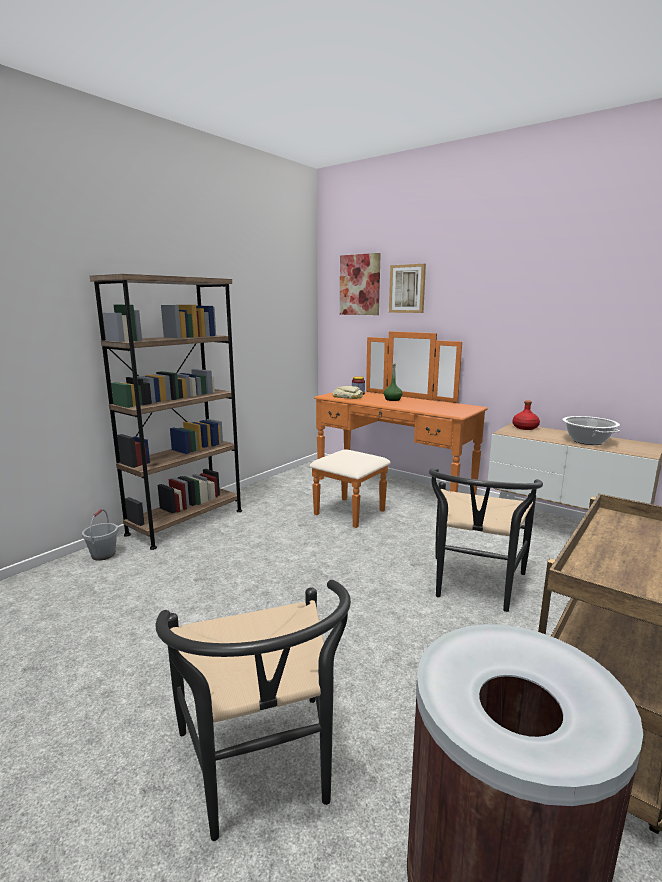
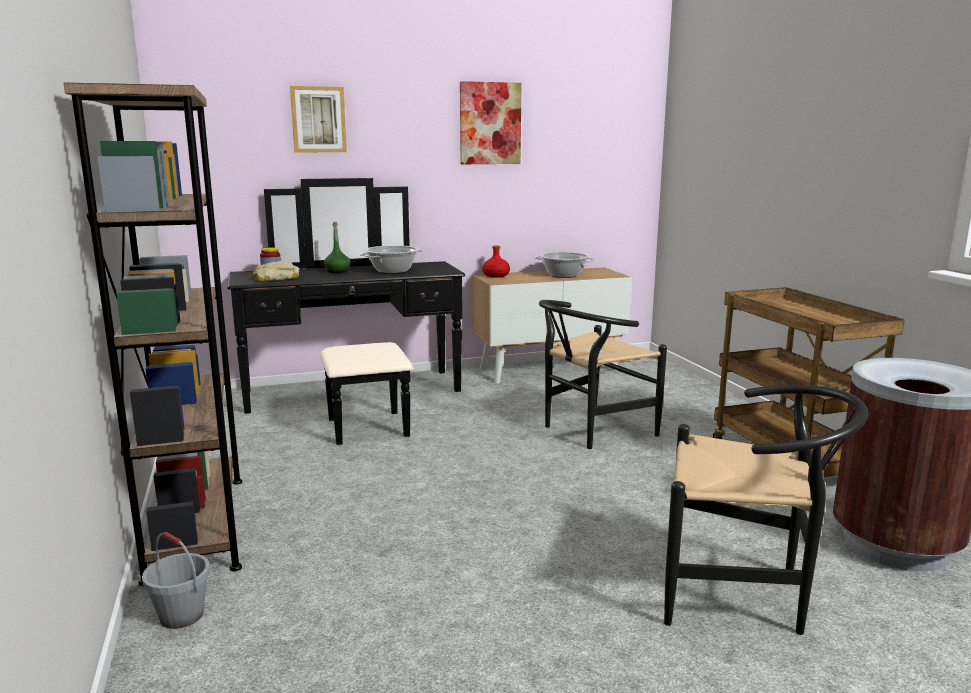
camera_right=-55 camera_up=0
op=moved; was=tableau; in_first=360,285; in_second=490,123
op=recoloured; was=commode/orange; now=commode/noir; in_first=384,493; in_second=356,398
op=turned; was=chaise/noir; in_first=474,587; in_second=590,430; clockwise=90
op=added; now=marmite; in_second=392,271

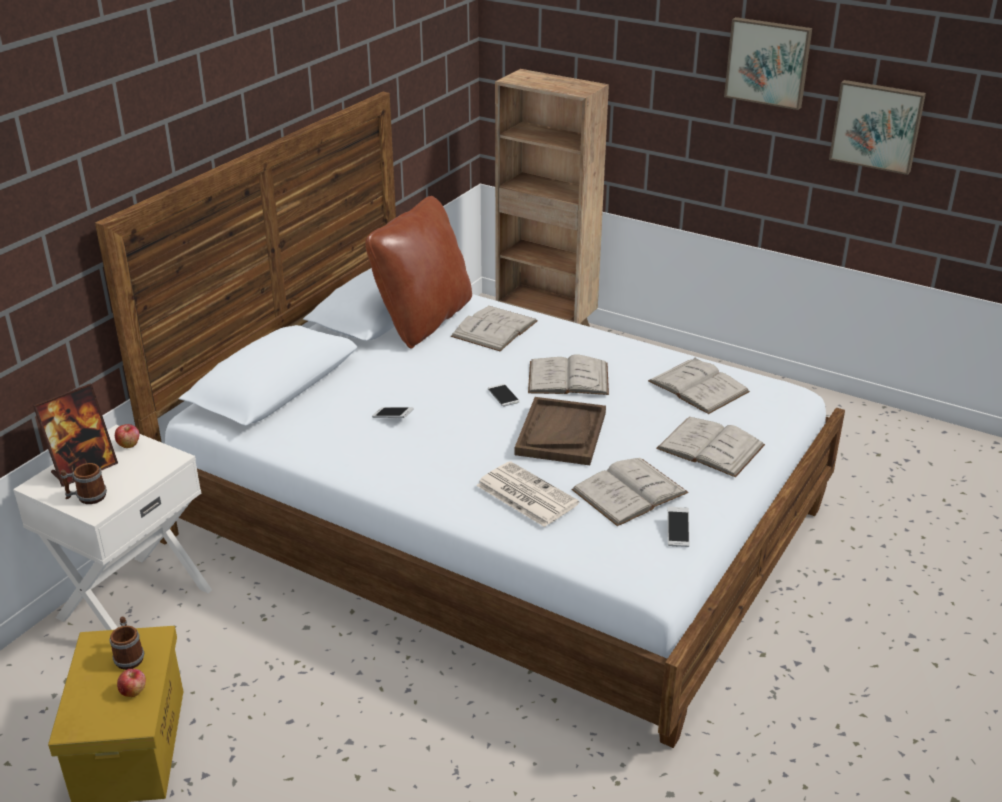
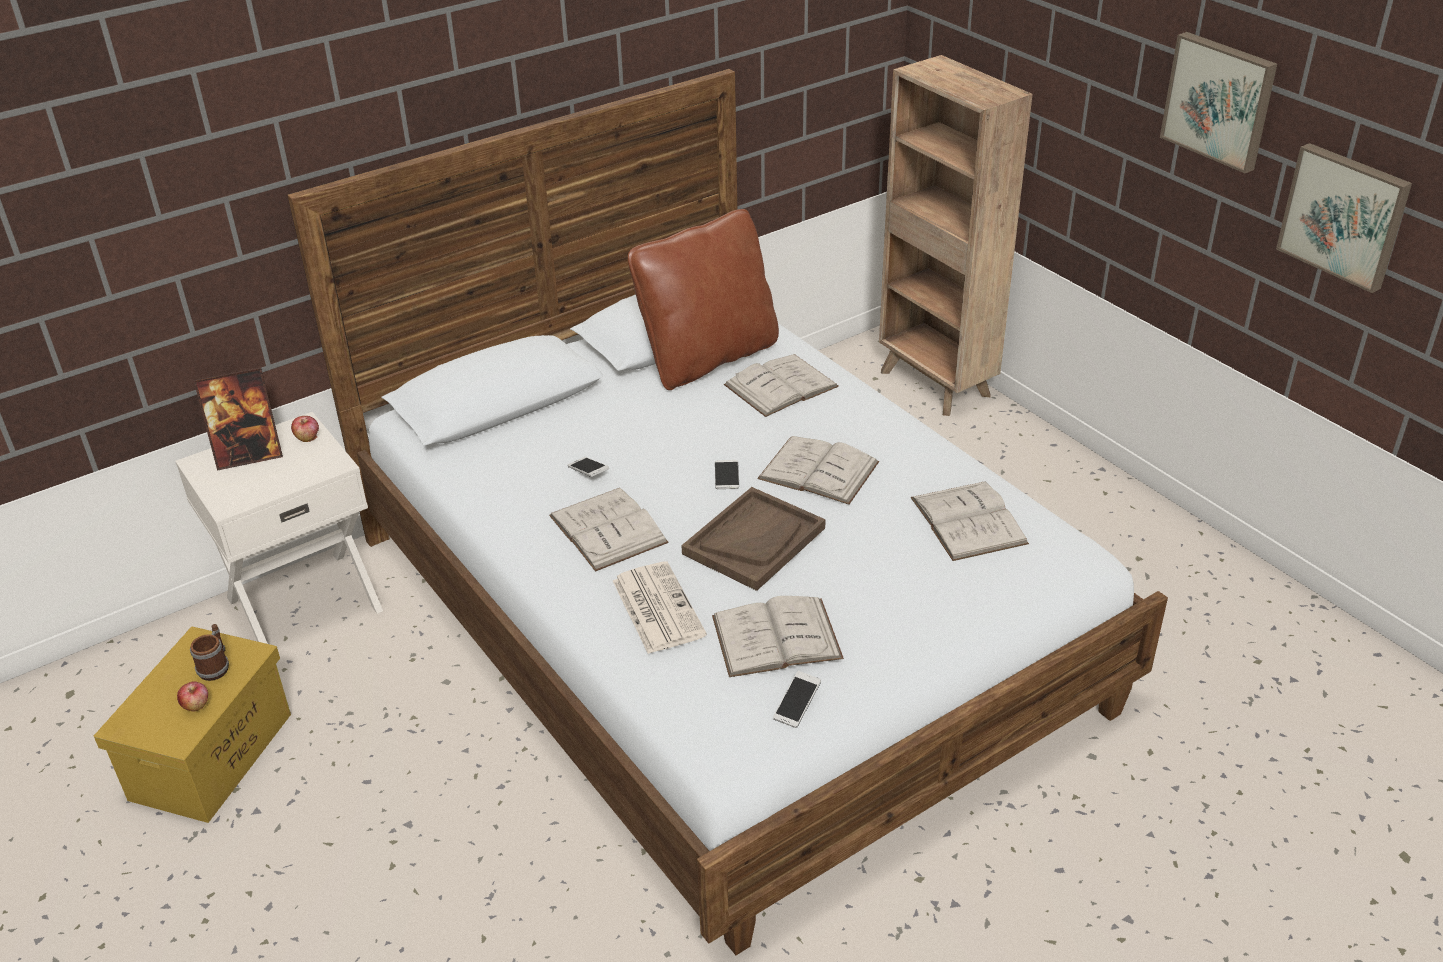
camera_right=25 camera_up=5
op=moved; was=livre/blanc; in_first=710,447; in_second=608,529
op=removed; was=mug; in_first=86,497

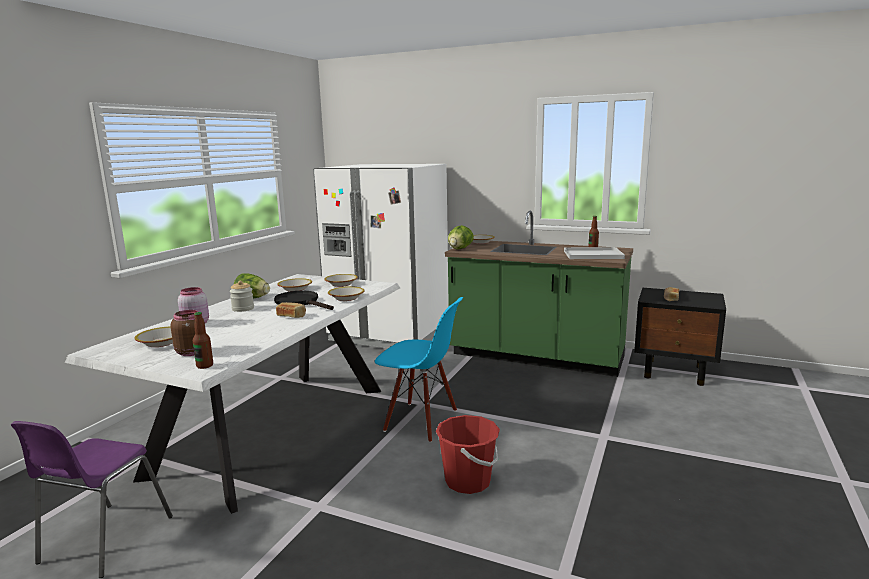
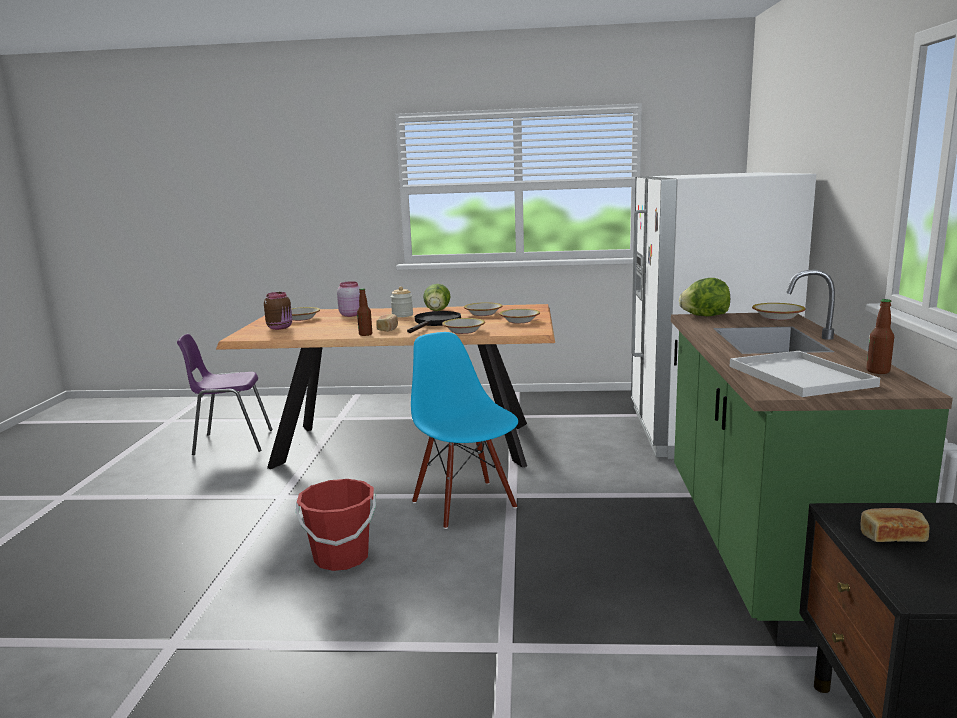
camera_right=70 camera_up=0
op=recoloured; was=table à manger/blanc; now=table à manger/marron; in_first=275,429; in_second=405,444
op=turned; was=chaise/bleu; in_first=421,421; in_second=465,504; clockwise=150
op=moved; was=bouteille; in_first=205,366; in_second=365,334

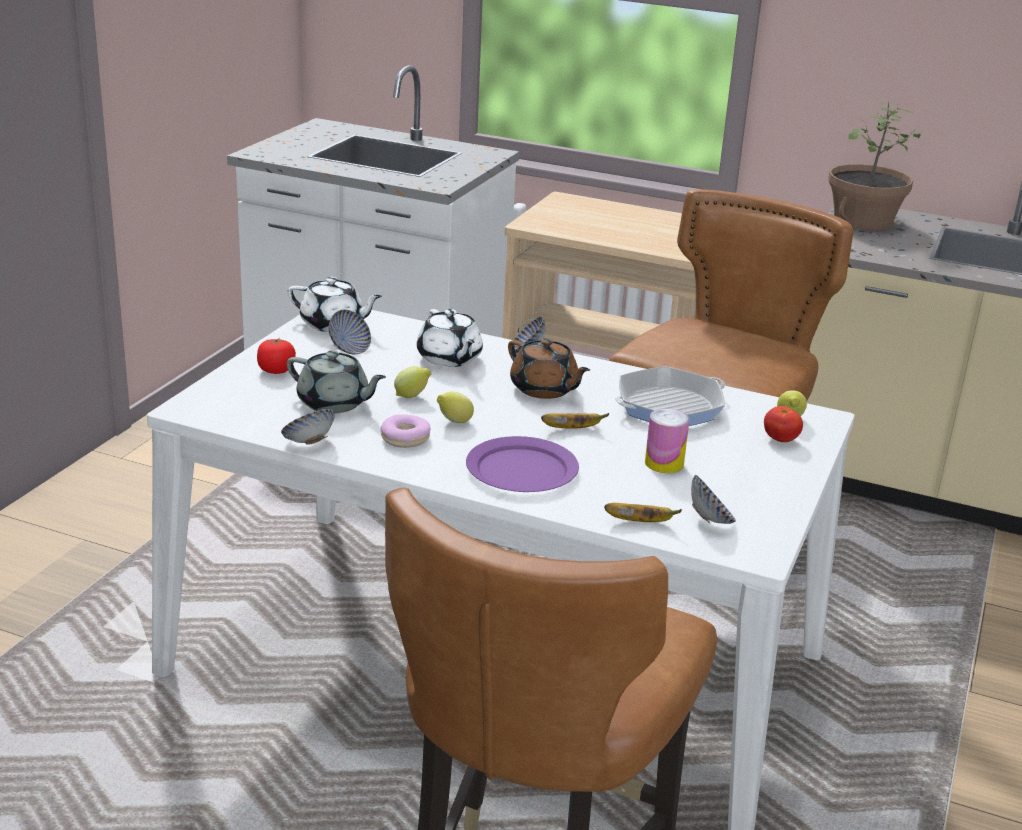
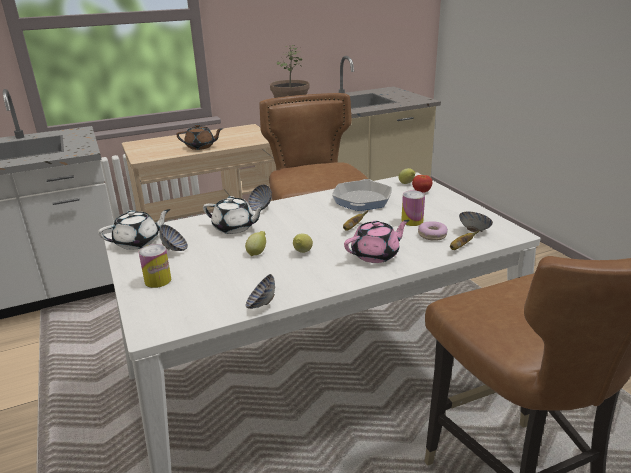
camera_right=-45 camera_up=0
op=replaced; was=tomate; now=boîte métallique; in_first=276,370; in_second=158,280
op=moved; was=théière/marron; in_first=544,389; in_second=201,147
op=removed; was=théière/gris; in_first=334,403
op=moved; was=beignet; in_first=405,438; in_second=432,235
op=replaced; was=assiette/violet; now=théière/rose; in_first=522,470; in_second=376,255

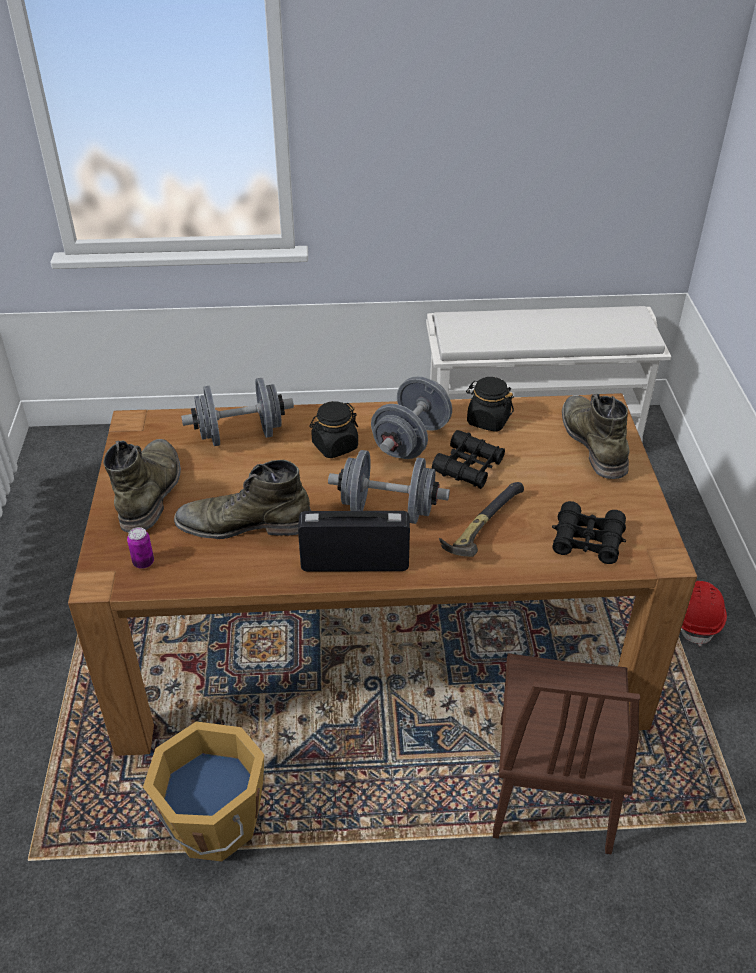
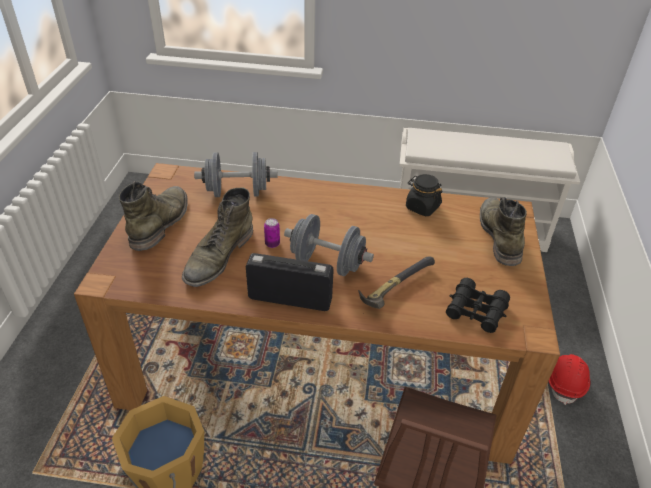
camera_right=10 camera_up=0
op=removed; was=haltère/gris; in_first=411,441
op=removed; was=bocal/noir; in_first=334,446
op=removed; was=jumelles/noir; in_first=468,467
op=turned; was=botte/vert; in_first=244,524; in_second=218,256; clockwise=-75
op=moved; was=boîte métallique; in_first=143,562; in_second=272,244

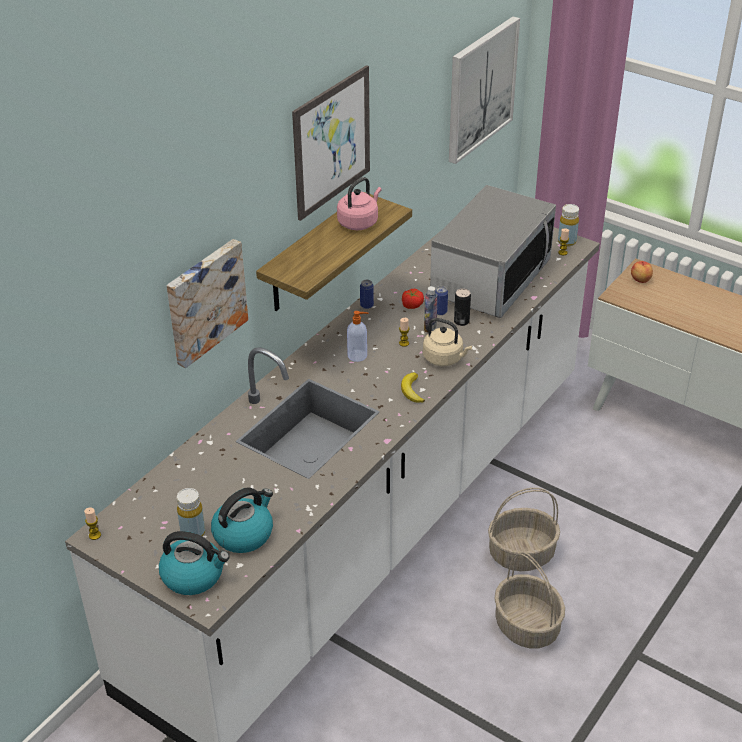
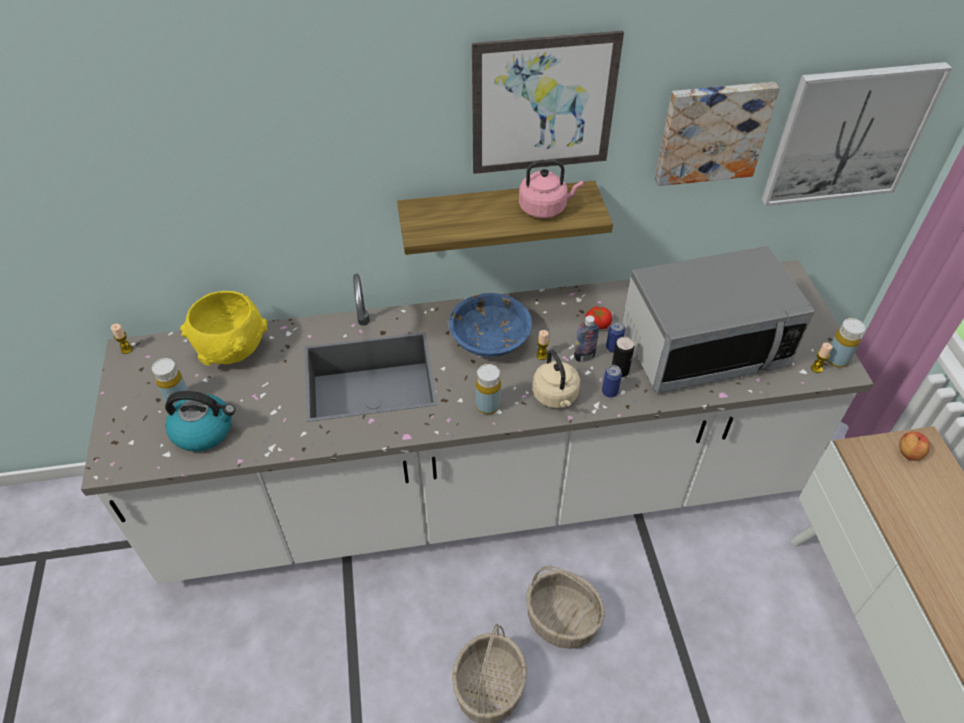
camera_right=45 camera_up=10
op=moved; was=tableau; in_first=204,301; in_second=712,132
op=moved; was=boîte métallique; in_first=366,305; in_second=609,392
op=replaced; was=distributeur de savon; now=bol/bleu; in_first=358,355; in_second=489,339
op=replaced; was=banane; now=bouteille/jaune; in_first=412,390; in_second=488,405
op=removed; was=bouilloire; in_first=194,575
op=added; now=bol/jaune; in_second=233,349

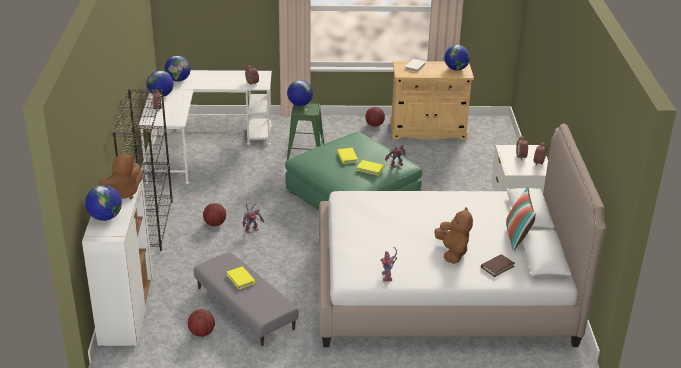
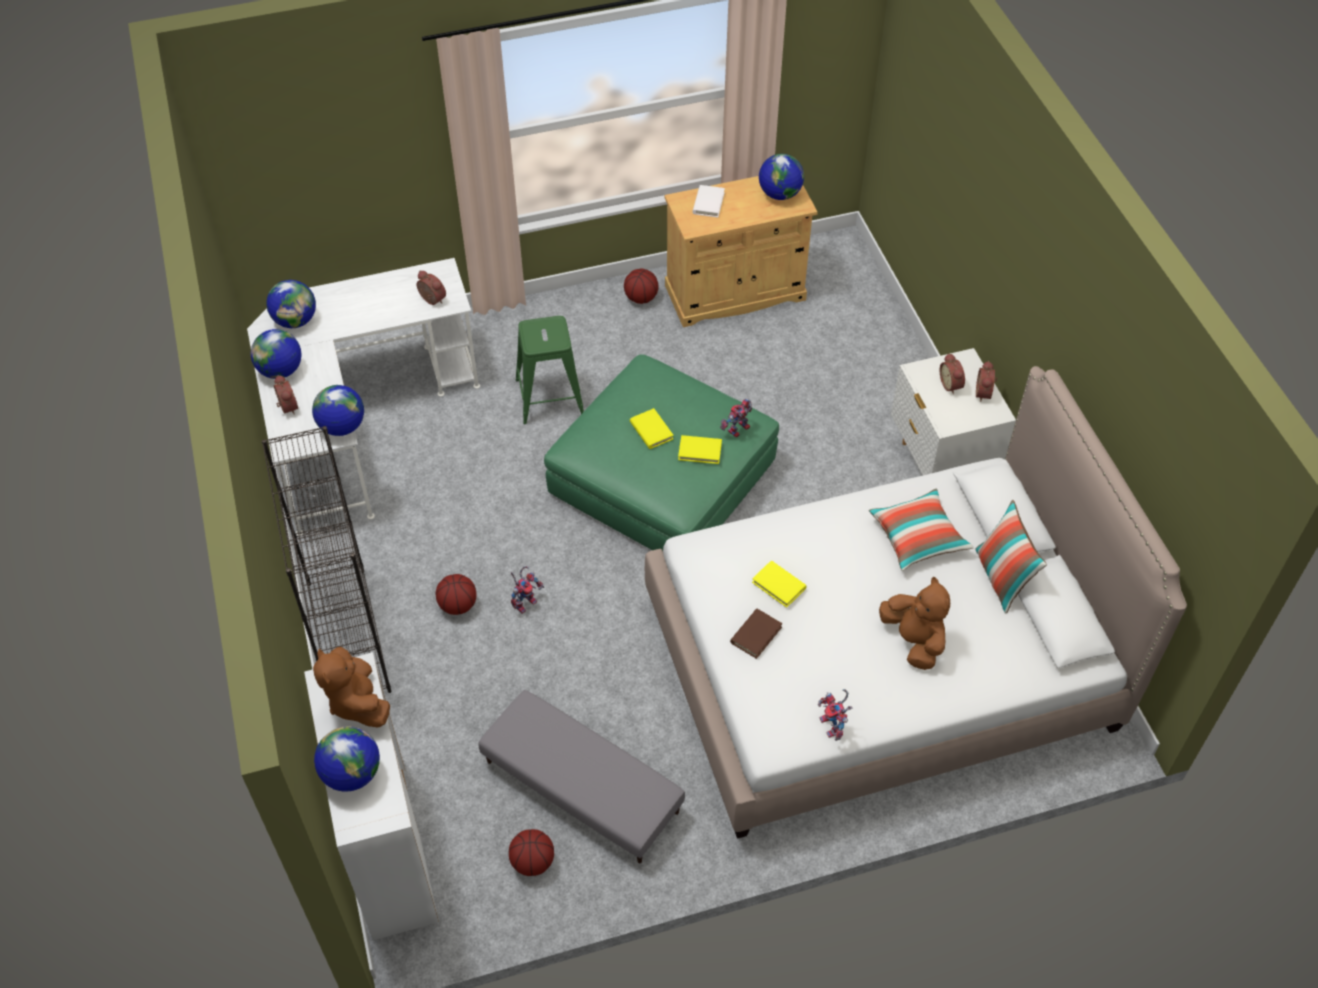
camera_right=-15 camera_up=20
op=moved; was=globe; in_first=300,104; in_second=342,427
op=turned; was=peluche/marron; in_first=123,193; in_second=357,702; clockwise=120
op=moved; was=livre/marron; in_first=497,267; in_second=756,635
op=moved; was=livre/jaune; in_first=241,279; in_second=779,585
op=added; now=coussin; in_second=917,537

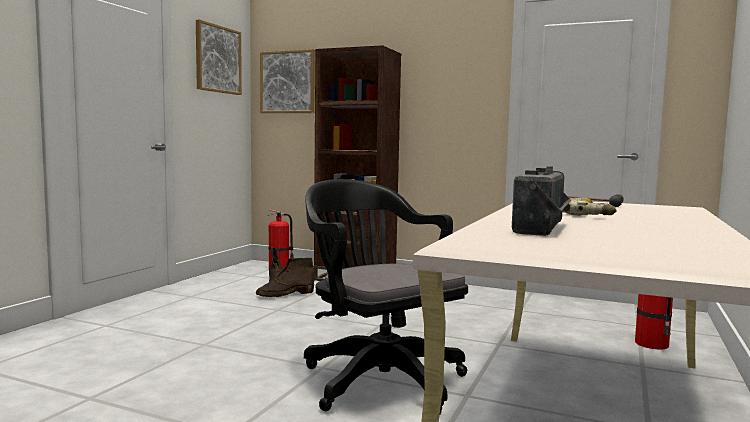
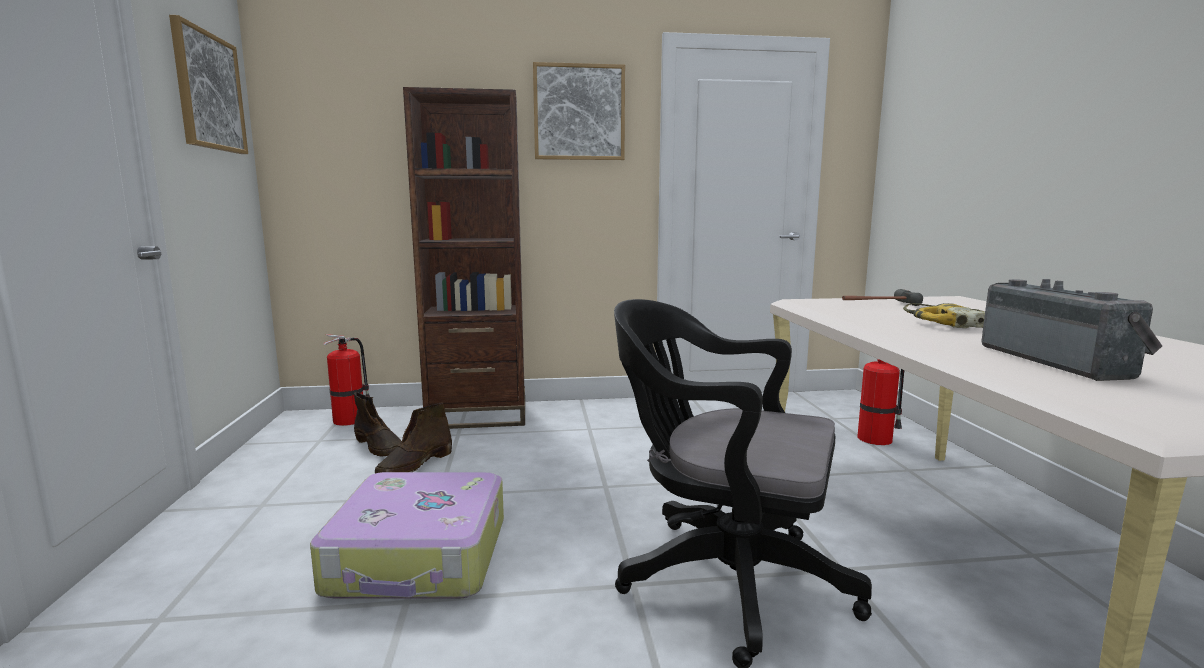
camera_right=-30 camera_up=5
op=moved; was=tableau; in_first=288,82; in_second=579,112
op=added; now=valise; in_second=420,557

